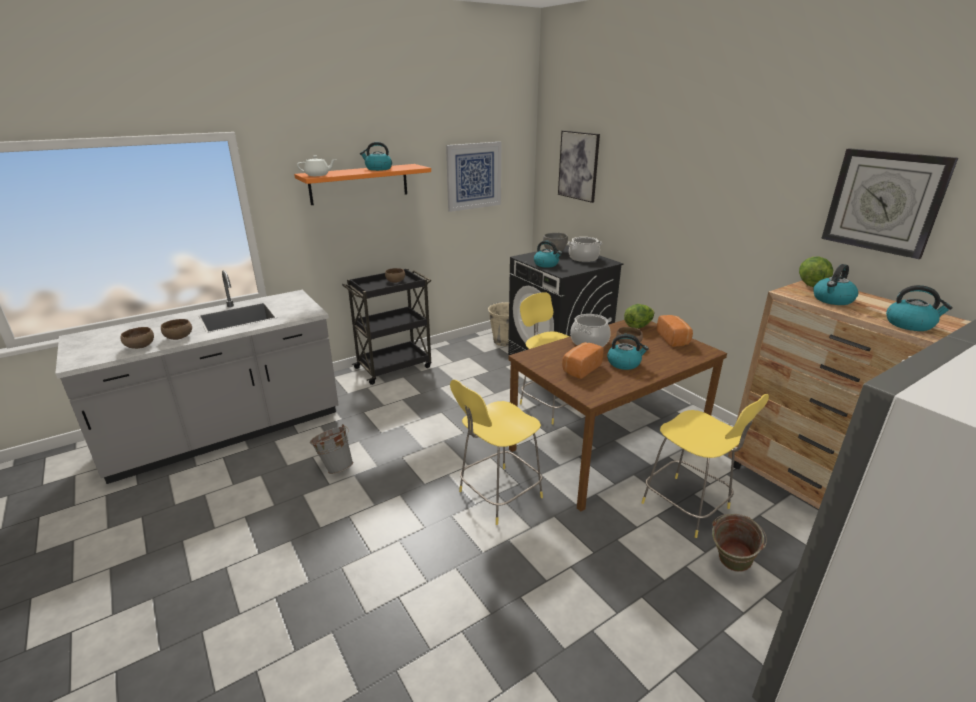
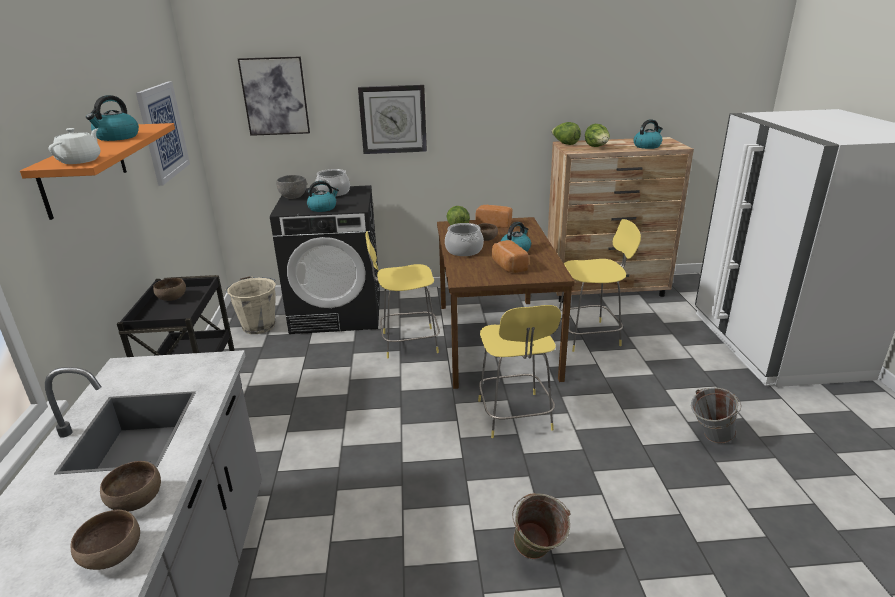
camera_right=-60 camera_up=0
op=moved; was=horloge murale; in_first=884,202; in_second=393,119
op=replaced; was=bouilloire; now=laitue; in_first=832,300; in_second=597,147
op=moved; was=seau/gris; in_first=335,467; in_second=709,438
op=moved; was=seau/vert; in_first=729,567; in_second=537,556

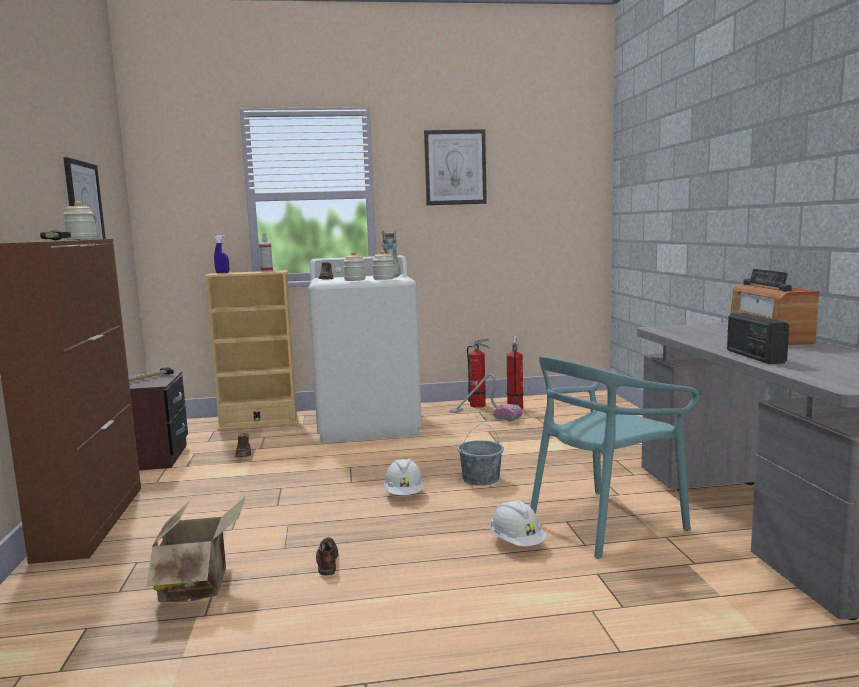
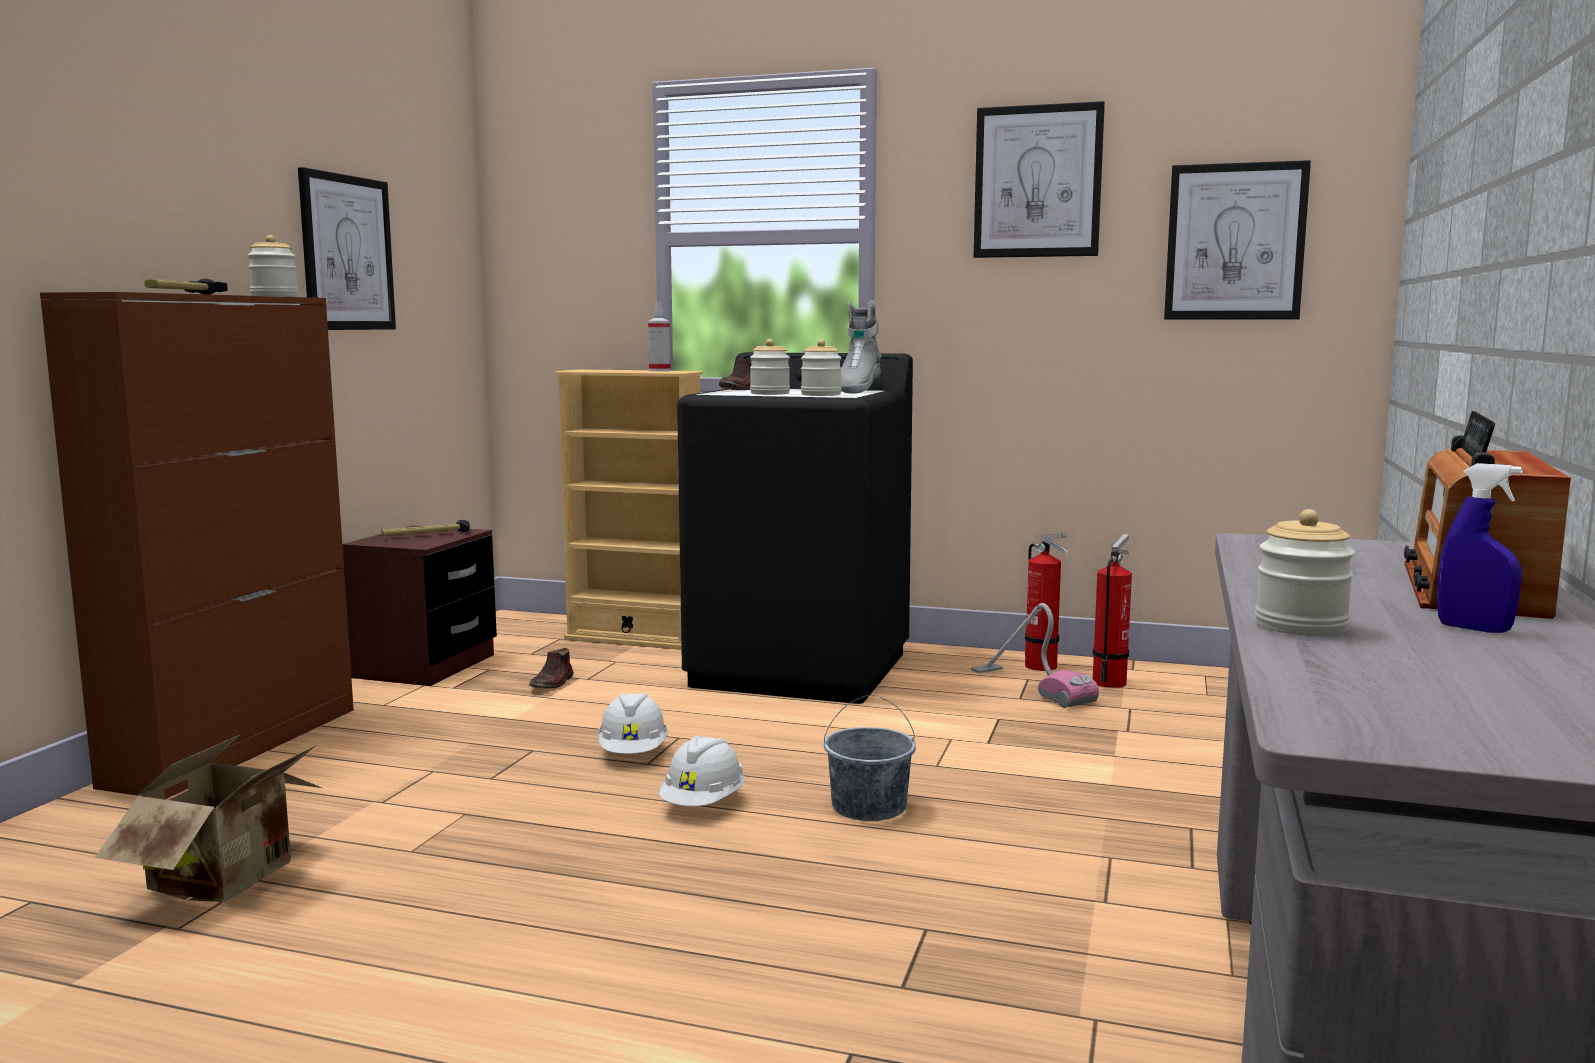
camera_right=25 camera_up=0
op=moved; was=vaporisateur/bleu; in_first=222,273; in_second=1473,628
op=recoloured; was=lave-linge/blanc; now=lave-linge/noir; in_first=369,425; in_second=801,669
op=replaced; was=radio; now=bocal; in_first=754,356; in_second=1300,626
op=removed; was=chaise/turquoise; in_first=604,523
op=moved; was=casque de chantier/blanc; in_first=517,543; in_second=633,753
op=removed; was=chaussure/marron; in_first=327,561
op=added; now=tableau; in_second=1235,242

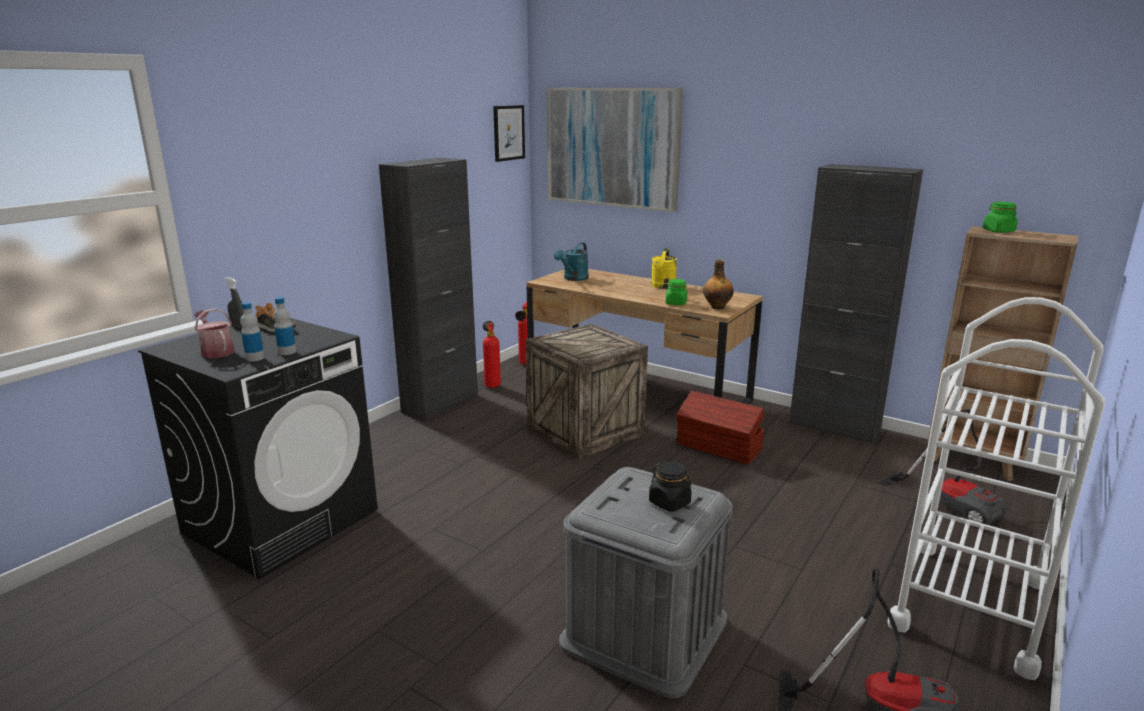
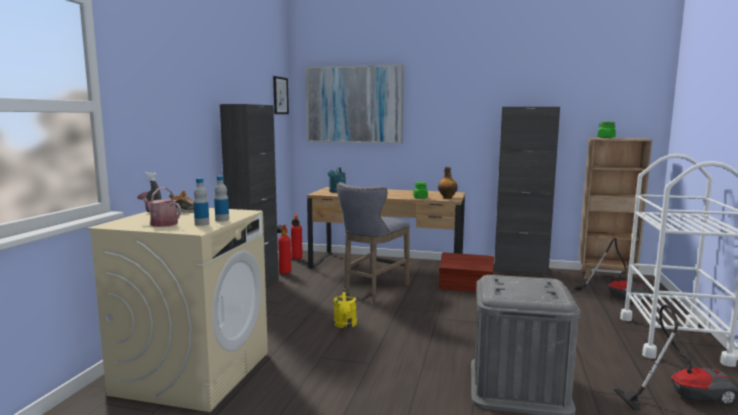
camera_right=-20 camera_up=-10
op=moved; was=arrosoir/jaune; in_first=662,286; in_second=345,325
op=recoloured; was=lave-linge/noir; now=lave-linge/beige; in_first=282,520; in_second=193,372
op=replaced; was=caisse; now=tabouret/gris; in_first=583,431; in_second=373,289
op=removed; was=bocal/noir; in_first=670,503

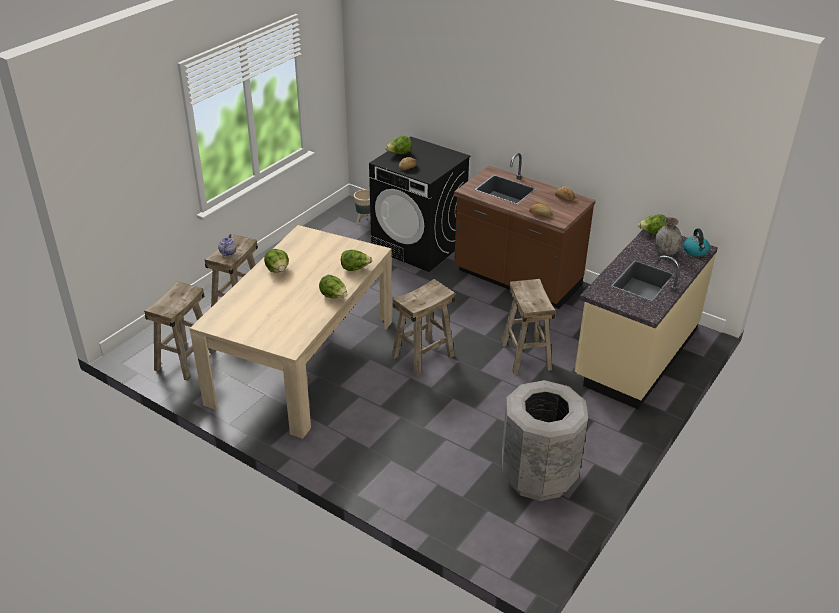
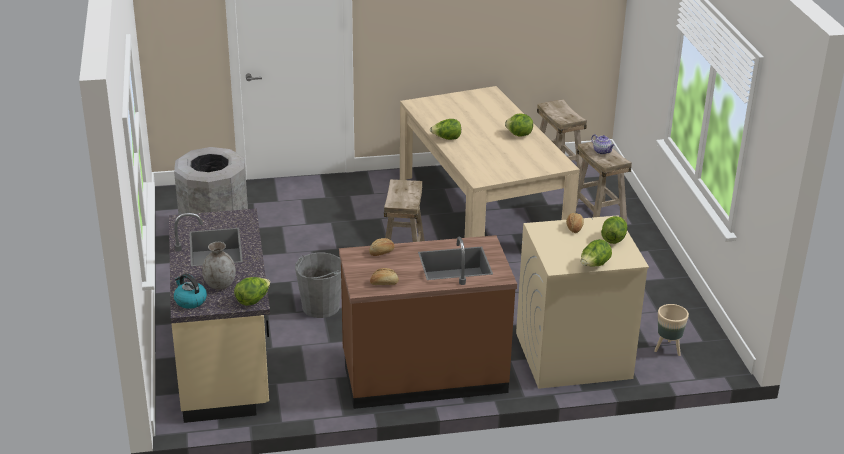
camera_right=135 camera_up=-5
op=recoloured; was=lave-linge/noir; now=lave-linge/beige; in_first=419,246; in_second=572,355
op=moved; was=laitue; in_first=355,268; in_second=594,265
op=replaced; was=tabouret/beige; now=seau/gris; in_first=526,356; in_second=320,307

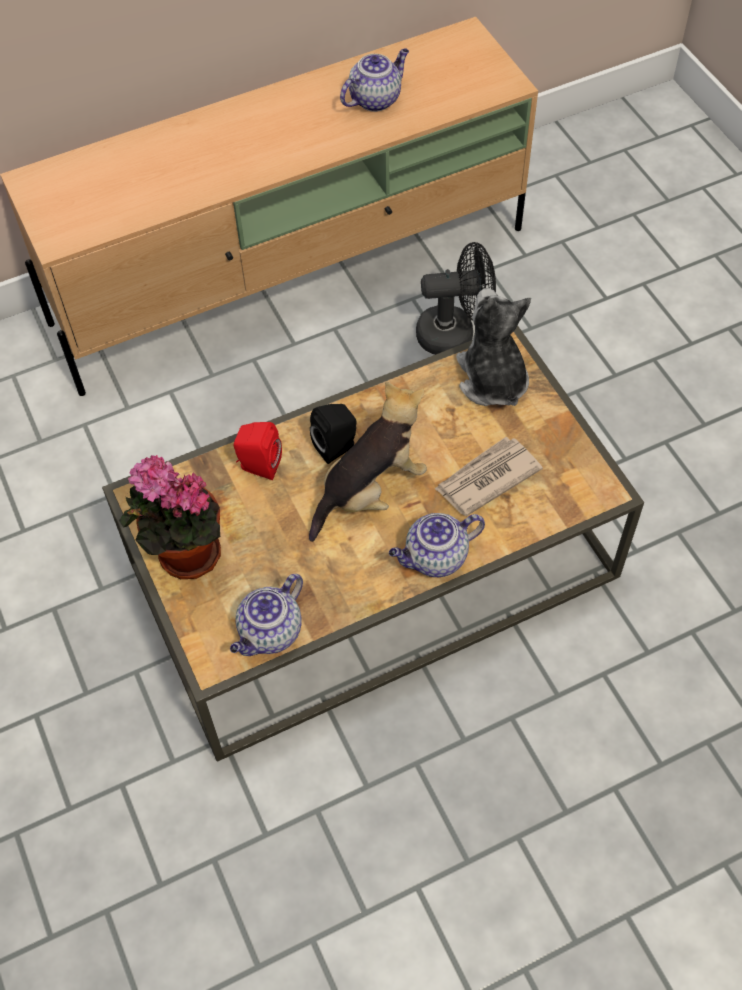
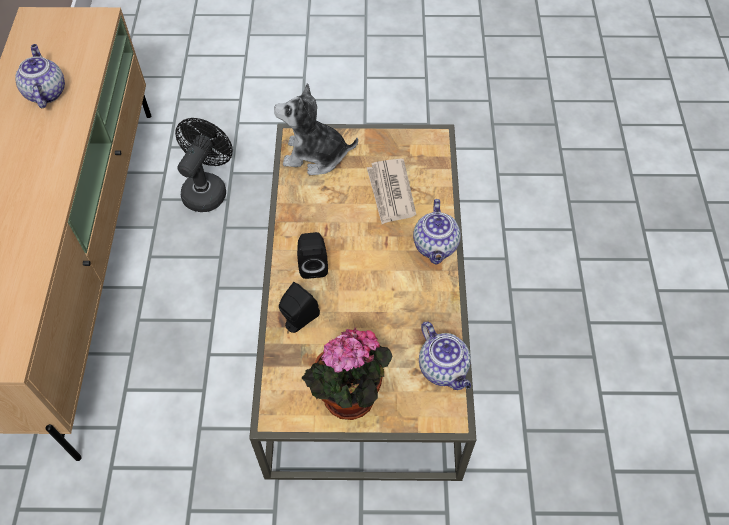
camera_right=-65 camera_up=0
op=removed; was=peluche; in_first=370,490
op=recoloured; was=enceinte/rouge; now=enceinte/noir; in_first=258,466; in_second=298,321

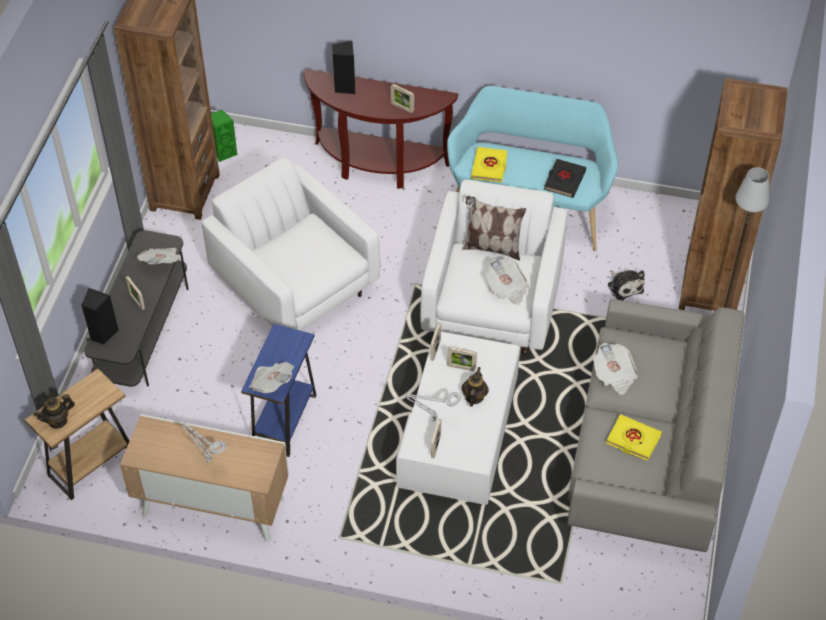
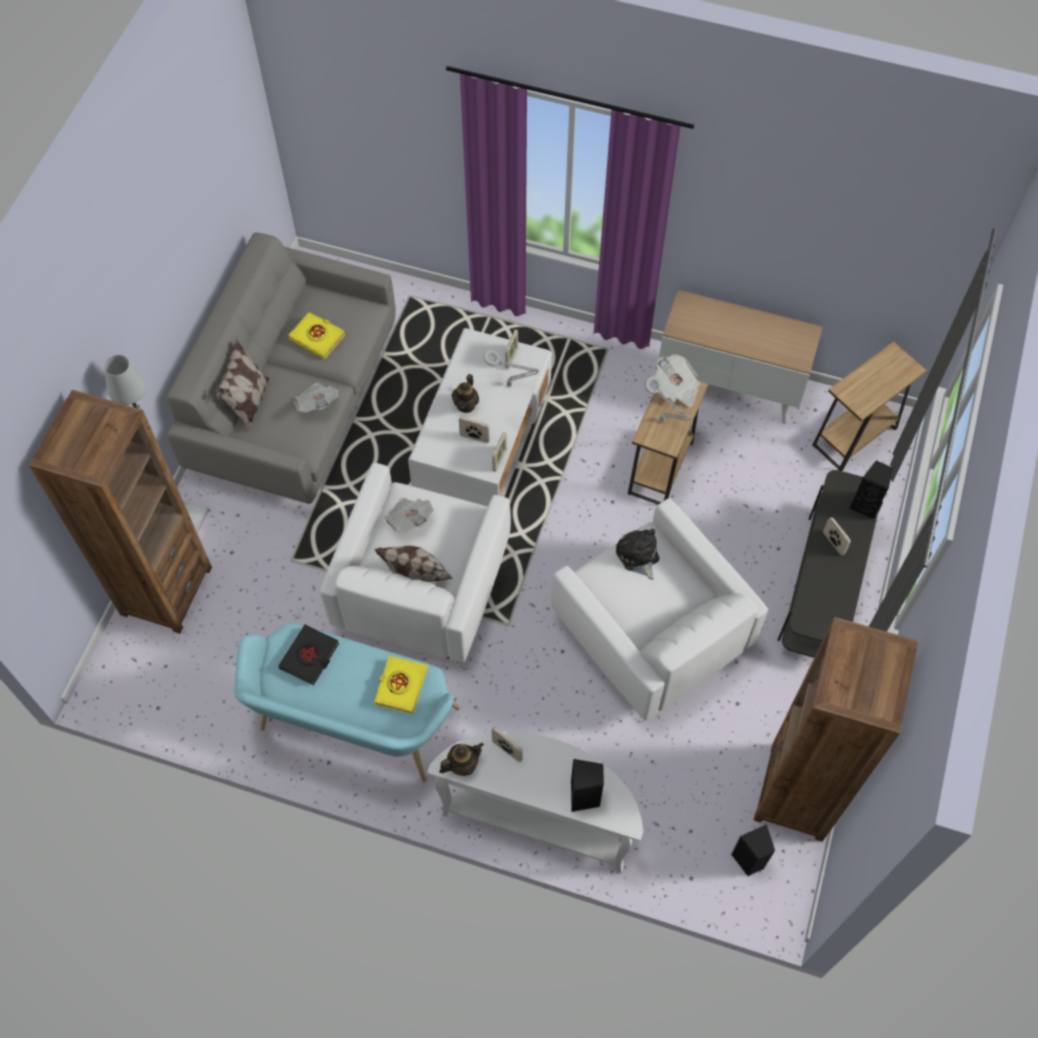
camera_right=-175 camera_up=10
op=recoloured; was=table console/marron; now=table console/blanc; in_first=377,165; in_second=539,818
op=recoloured; was=enceinte/vert; now=enceinte/noir; in_first=224,152; in_second=749,860
op=removed; was=journal; in_first=162,263
op=moved; was=peluche; in_first=624,286; in_second=638,556
op=recoloured; was=table d'appoint/bleu; now=table d'appoint/marron; in_first=284,420; in_second=660,468
op=moved; was=théière; in_first=58,420; in_second=462,765
op=moved; was=lampe de table/gris; in_first=207,459; in_second=664,421
op=added; now=coussin; in_second=248,404

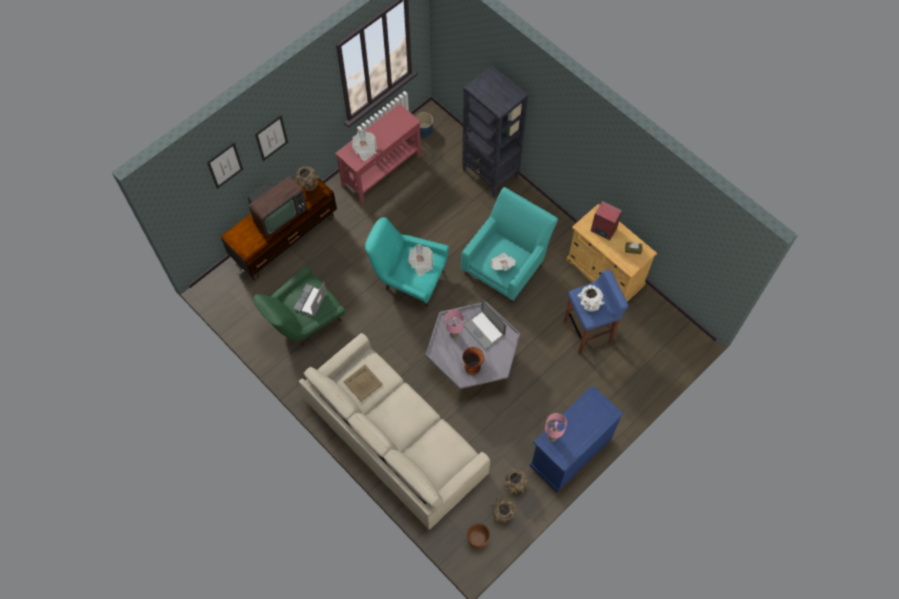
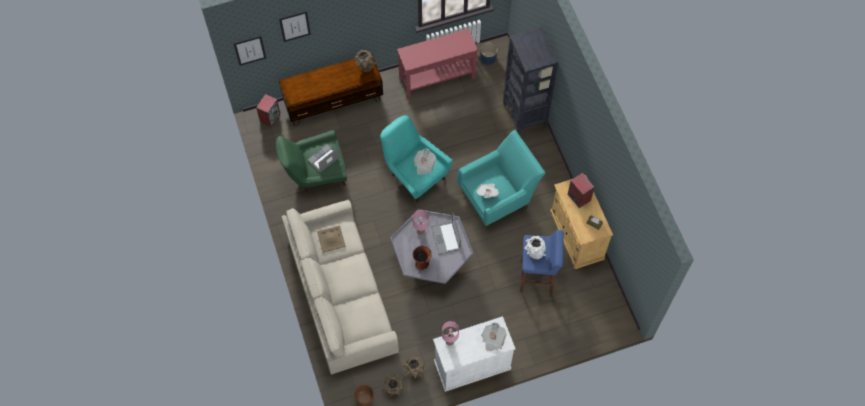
camera_right=25 camera_up=0
op=moved; was=tableau; in_first=271,138; in_second=250,50
op=moved; was=journal; in_first=365,149; in_second=493,340
op=removed; was=téléviseur; in_first=278,214
op=recoloured; was=meuble de rangement/bleu; now=meuble de rangement/blanc; in_first=570,451; in_second=472,365
op=added; now=enceinte; in_second=270,117

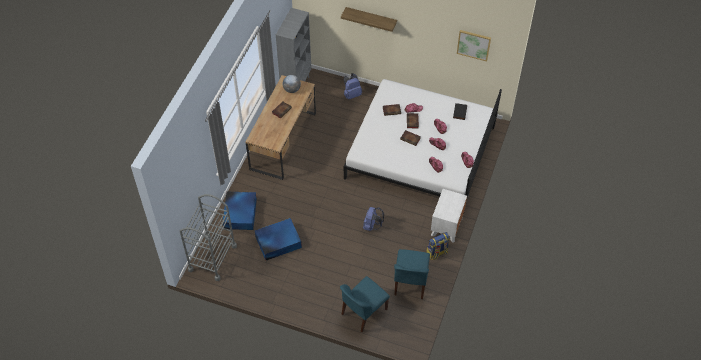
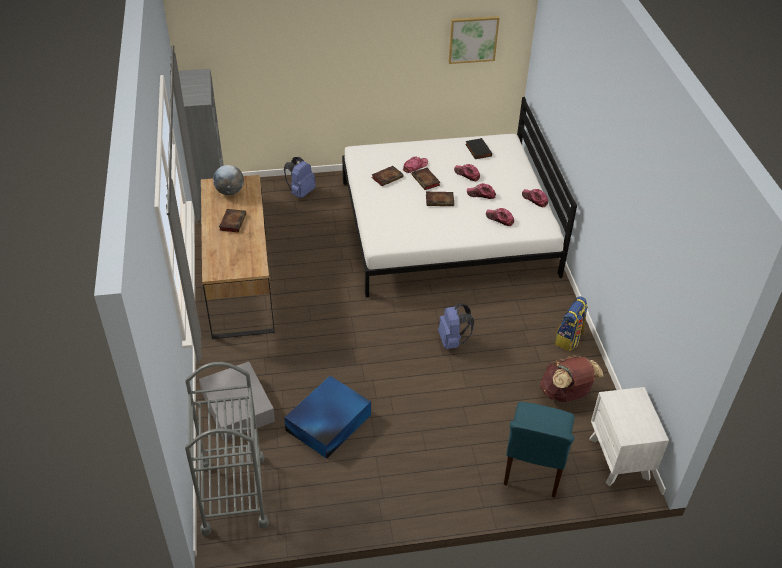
camera_right=-30 camera_up=-10
op=removed; was=étagère; in_first=371,18
op=moved; was=table de chevet/blanc; in_first=446,227; in_second=619,458
op=recoloured; was=boîte de rangement/bleu; now=boîte de rangement/gris; in_first=240,213; in_second=237,405
op=replaced; was=chaise/bleu; now=sac à dos/marron; in_first=410,282; in_second=566,394

